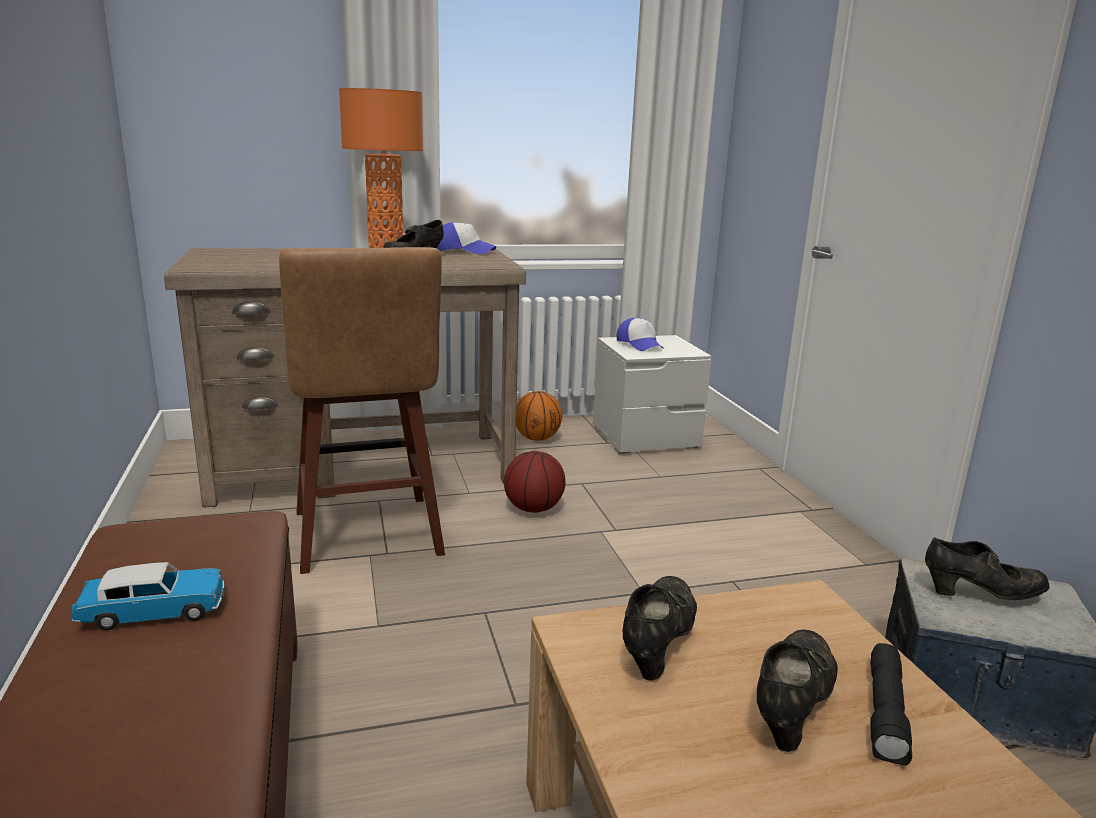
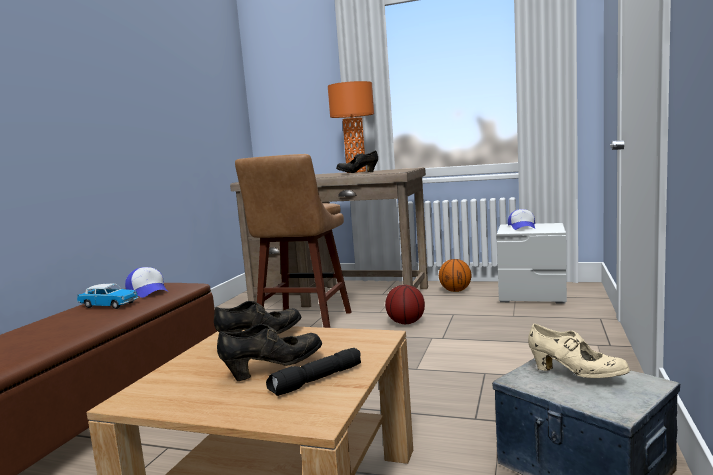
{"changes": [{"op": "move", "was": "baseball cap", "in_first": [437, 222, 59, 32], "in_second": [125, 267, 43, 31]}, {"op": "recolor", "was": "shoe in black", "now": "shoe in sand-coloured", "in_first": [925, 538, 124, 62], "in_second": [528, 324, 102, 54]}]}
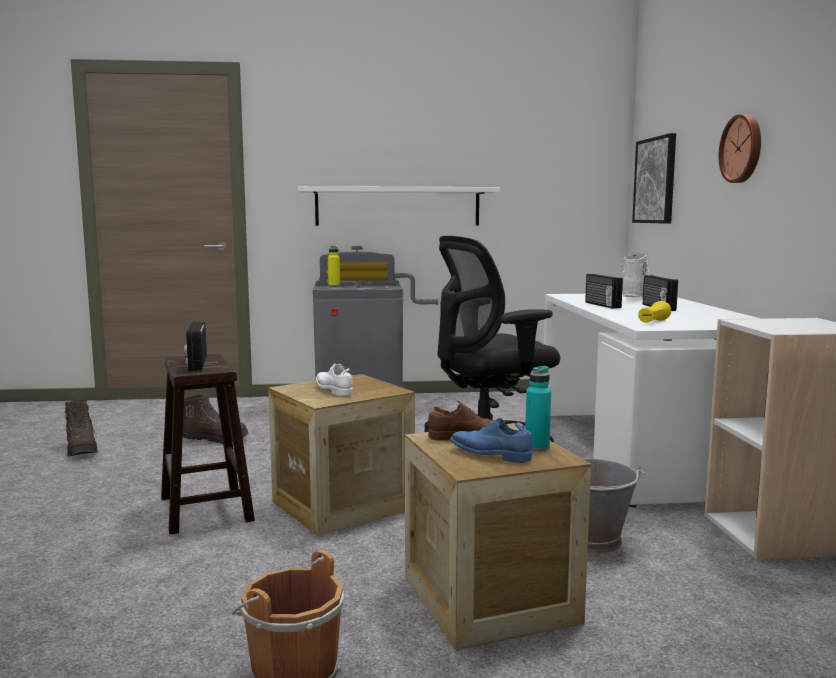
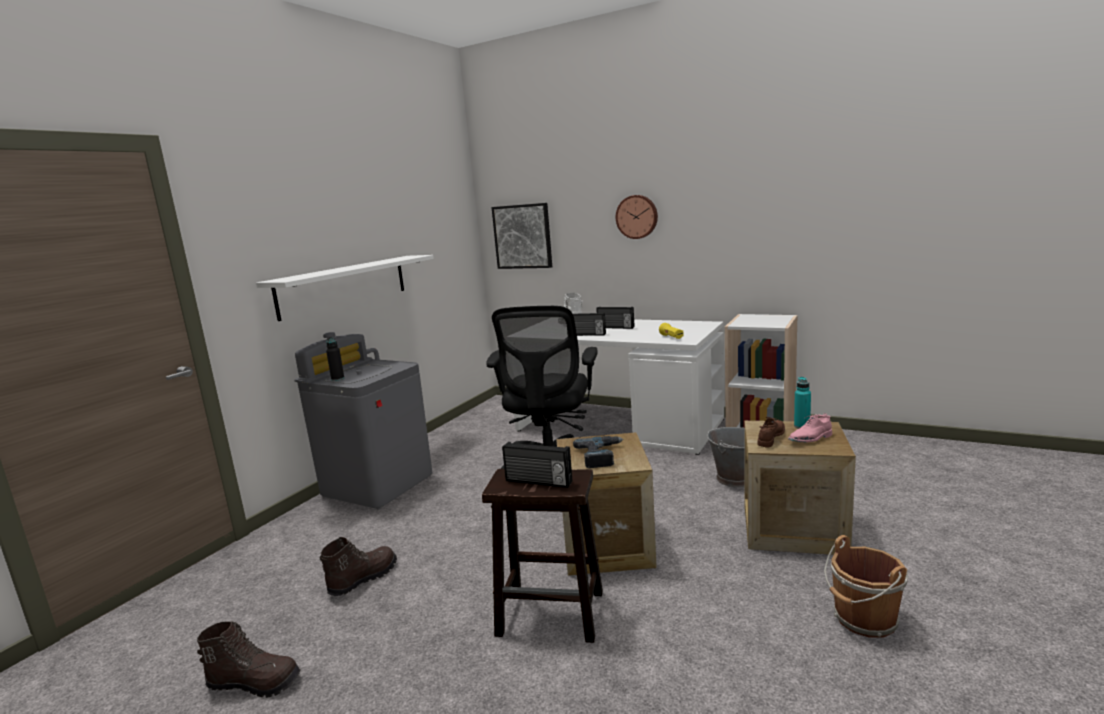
{"changes": [{"op": "replace", "was": "shoe in whitish", "now": "power drill", "in_first": [316, 363, 37, 33], "in_second": [573, 436, 51, 32]}, {"op": "recolor", "was": "drink bottle in yellow-coloured", "now": "drink bottle in black", "in_first": [328, 245, 12, 42], "in_second": [326, 337, 18, 44]}, {"op": "recolor", "was": "shoe in bluish", "now": "shoe in pink", "in_first": [450, 418, 83, 45], "in_second": [788, 413, 44, 30]}]}
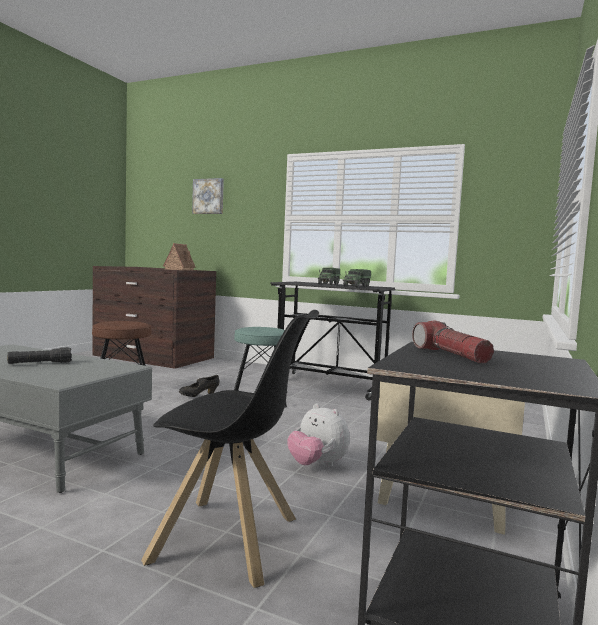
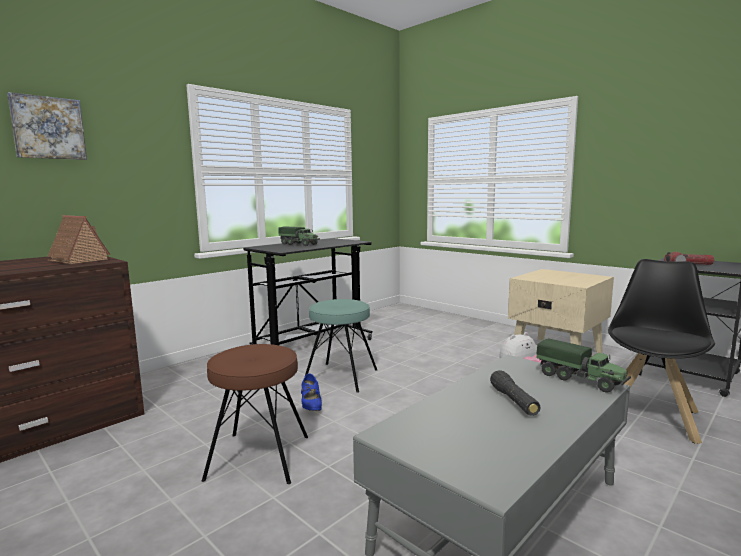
{"changes": [{"op": "recolor", "was": "shoe in black", "now": "shoe in bluish", "in_first": [179, 375, 40, 22], "in_second": [301, 374, 21, 37]}, {"op": "move", "was": "toy lorry", "in_first": [343, 269, 28, 18], "in_second": [536, 338, 95, 54]}]}
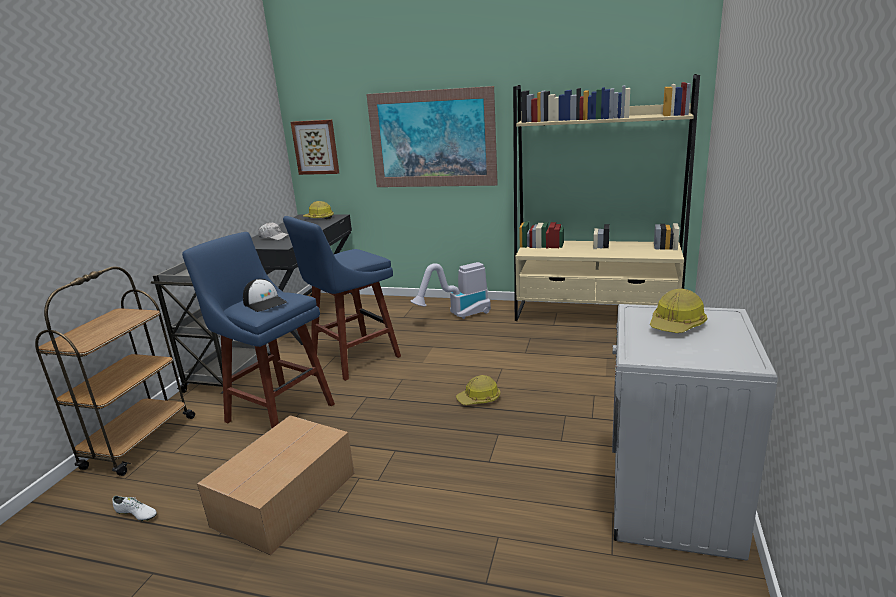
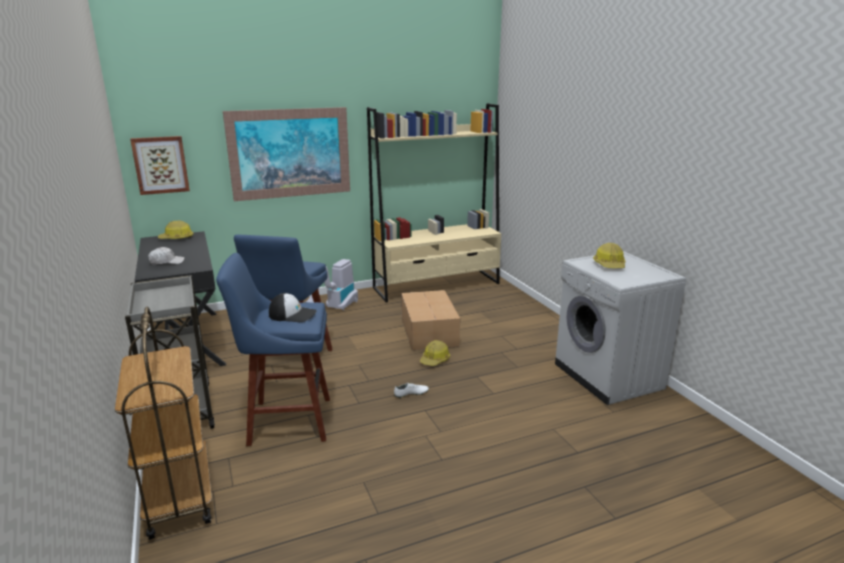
{"changes": [{"op": "move", "was": "shoe in whitish", "in_first": [112, 496, 45, 26], "in_second": [394, 383, 35, 15]}, {"op": "move", "was": "cardboard box", "in_first": [197, 415, 157, 140], "in_second": [401, 290, 59, 61]}]}
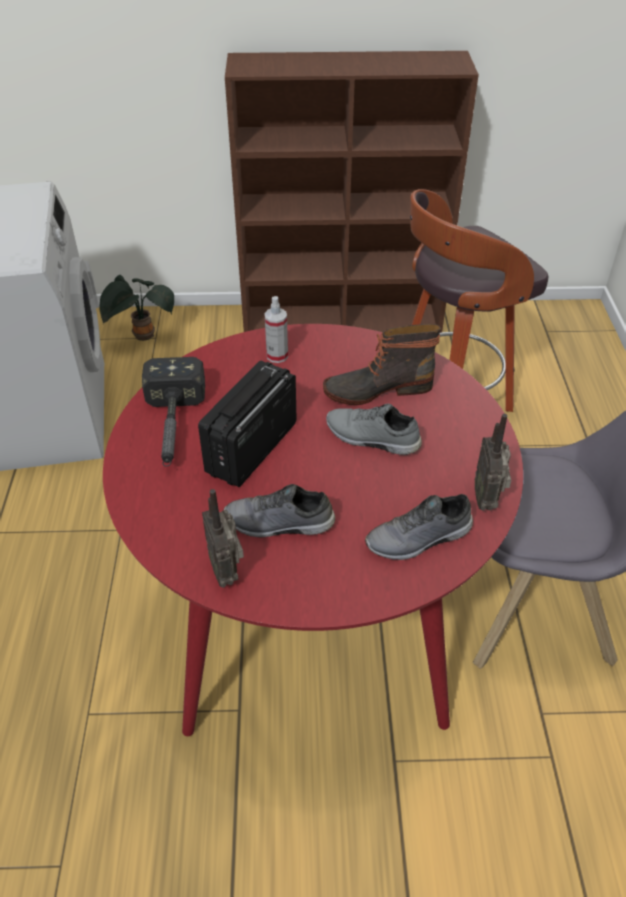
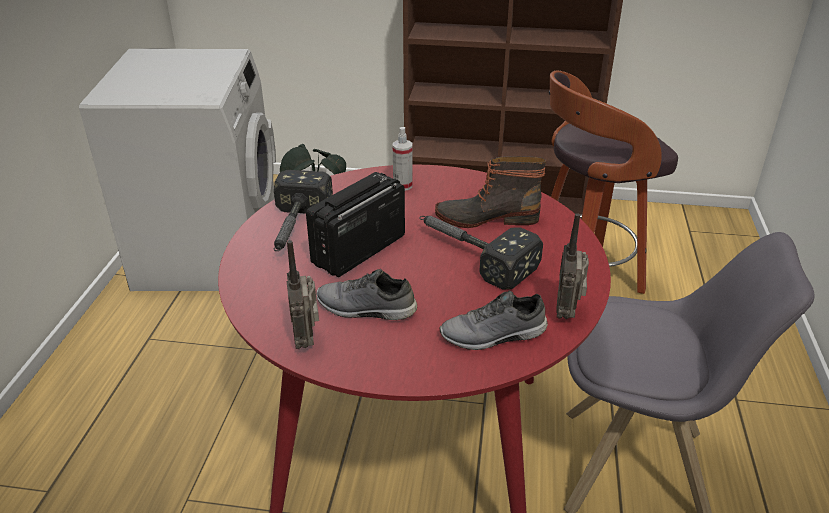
{"changes": [{"op": "replace", "was": "shoe in greyish", "now": "tool hammer", "in_first": [326, 404, 96, 51], "in_second": [419, 216, 124, 73]}]}
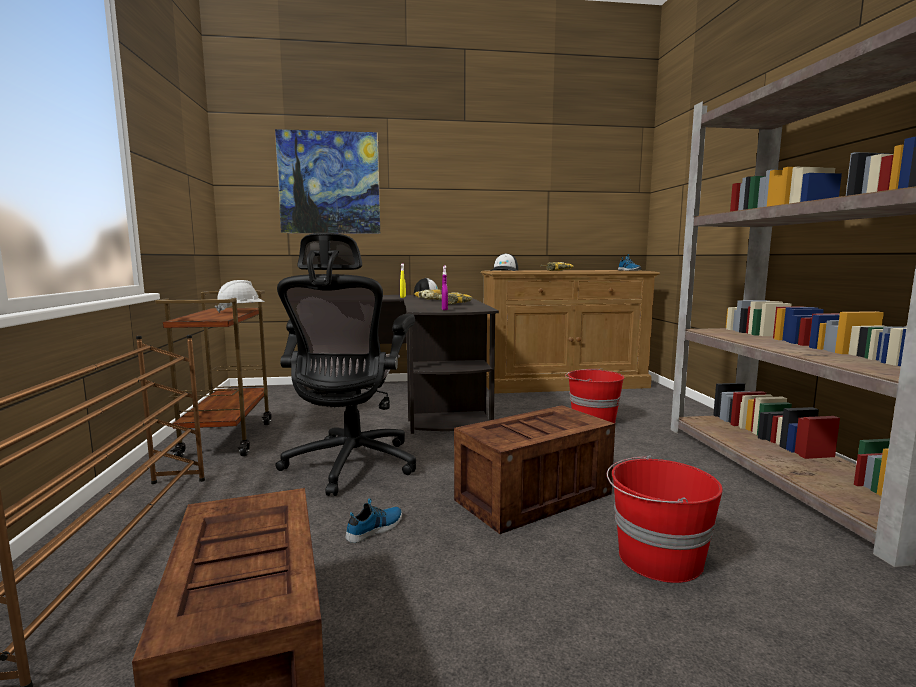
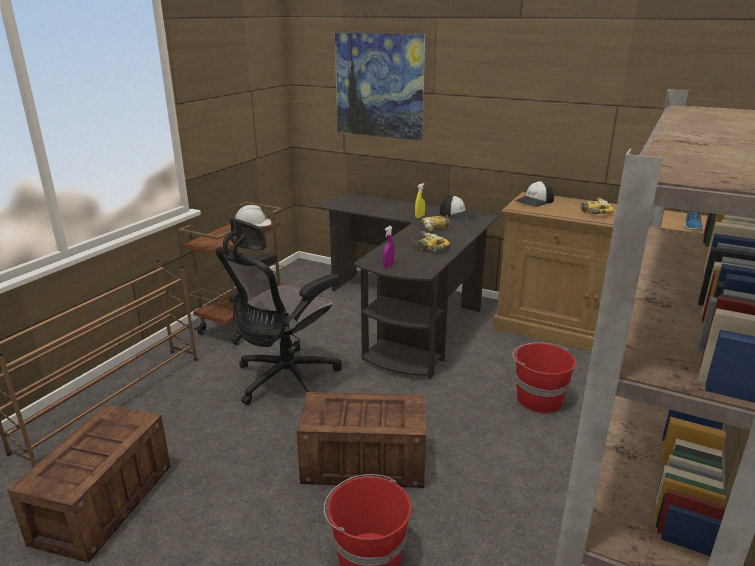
{"changes": [{"op": "delete", "was": "shoe", "in_first": [346, 498, 56, 45]}]}
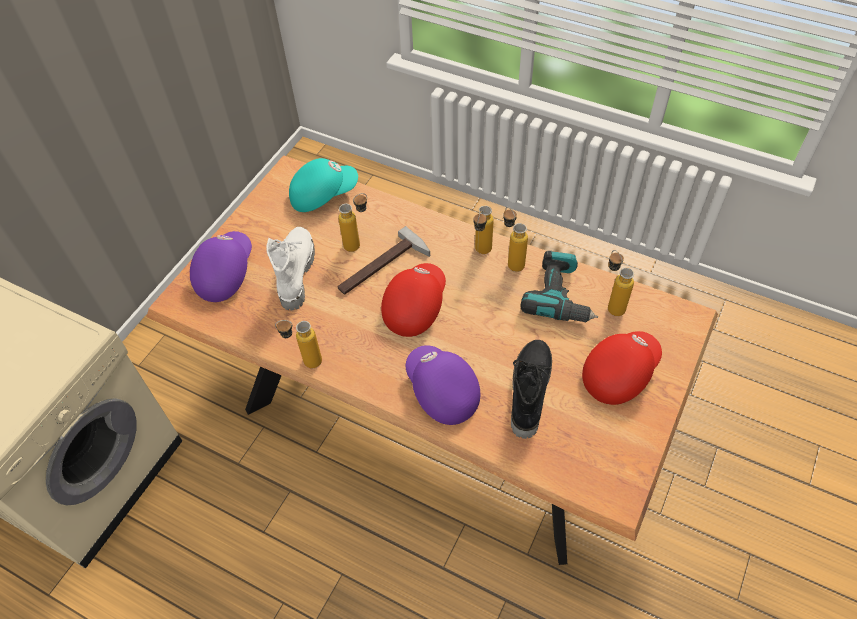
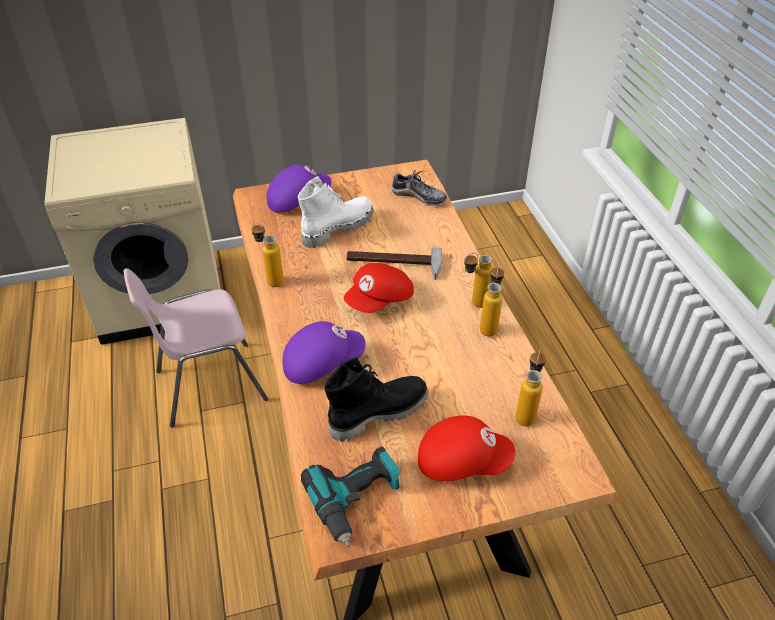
{"changes": [{"op": "replace", "was": "baseball cap in turquoise", "now": "shoe", "in_first": [289, 158, 69, 54], "in_second": [391, 170, 56, 35]}, {"op": "delete", "was": "drink bottle", "in_first": [338, 193, 29, 59]}, {"op": "rotate", "was": "baseball cap in red", "in_first": [381, 263, 65, 74], "in_second": [343, 263, 71, 50], "clockwise": 150}, {"op": "rotate", "was": "baseball cap in purplish", "in_first": [406, 345, 74, 80], "in_second": [282, 321, 84, 63], "clockwise": 60}, {"op": "move", "was": "power drill", "in_first": [520, 251, 78, 71], "in_second": [301, 446, 100, 101]}, {"op": "insert", "now": "chair in pink", "in_second": [123, 268, 145, 160]}]}
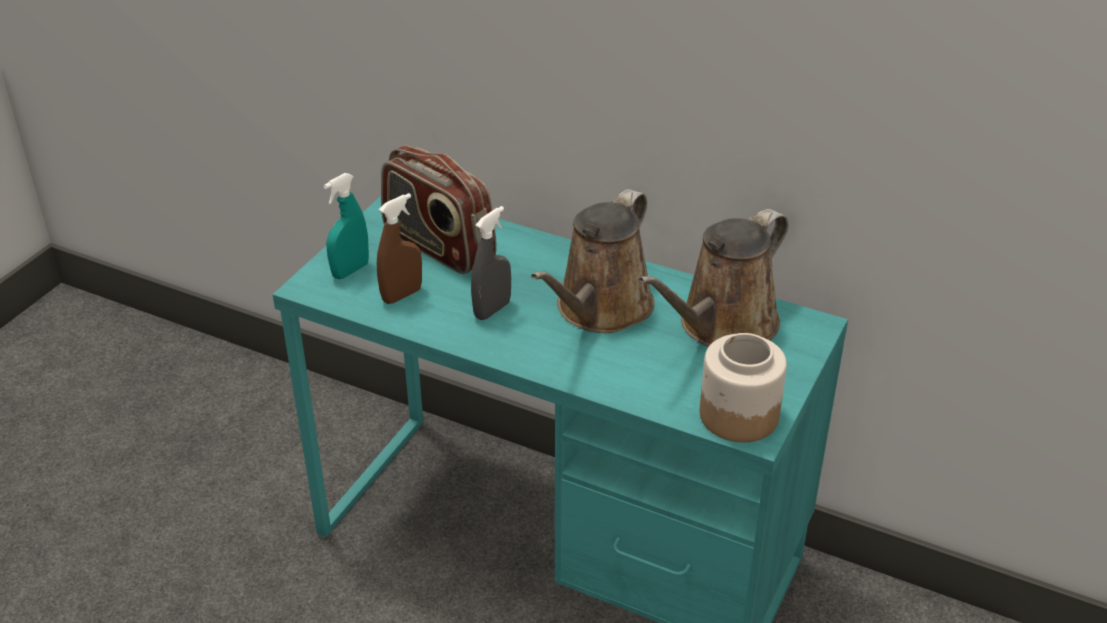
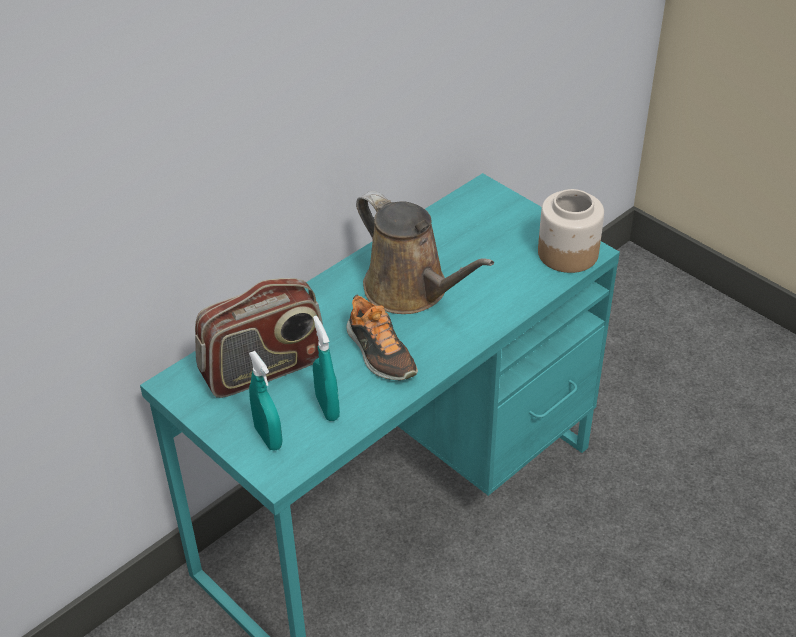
{"changes": [{"op": "recolor", "was": "sprayer in brownish", "now": "sprayer in turquoise", "in_first": [377, 193, 45, 111], "in_second": [313, 316, 27, 105]}, {"op": "replace", "was": "sprayer in greyish", "now": "shoe", "in_first": [471, 206, 40, 114], "in_second": [346, 294, 72, 86]}, {"op": "delete", "was": "sprinkling can in brownish", "in_first": [638, 209, 150, 138]}]}
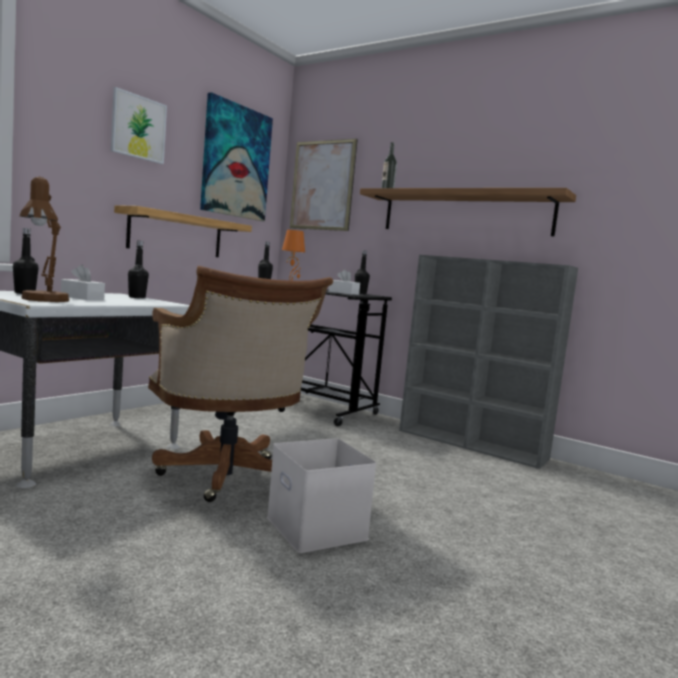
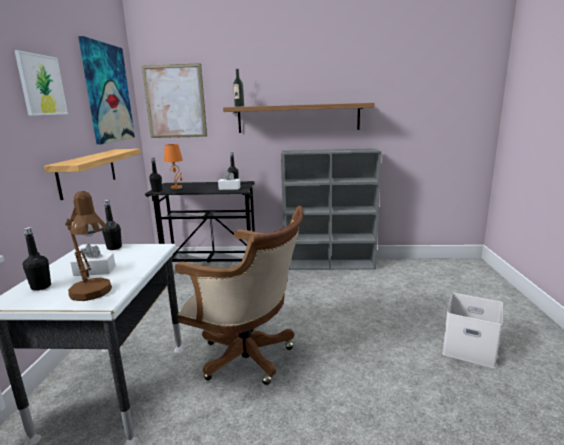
{"changes": [{"op": "move", "was": "storage bin in whitish", "in_first": [267, 438, 110, 115], "in_second": [442, 293, 61, 75]}]}
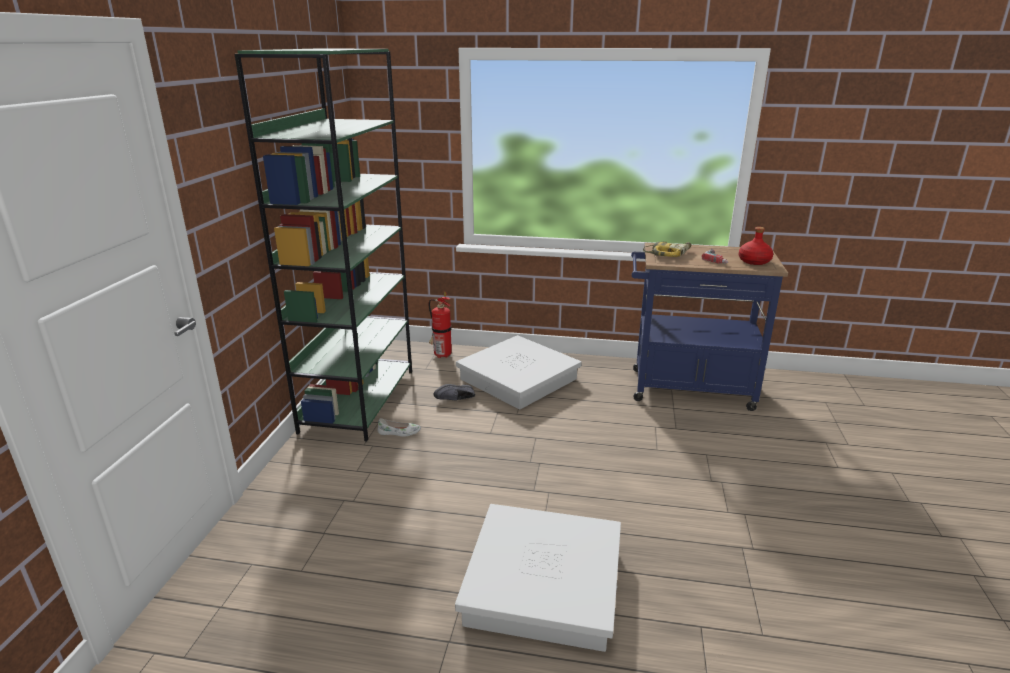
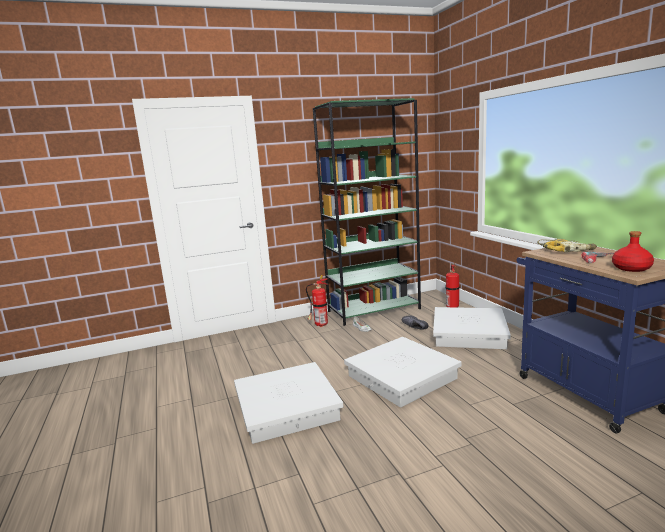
{"changes": [{"op": "insert", "now": "extinguisher", "in_second": [306, 275, 22, 52]}, {"op": "insert", "now": "storage bin in whitish", "in_second": [344, 337, 118, 71]}]}
